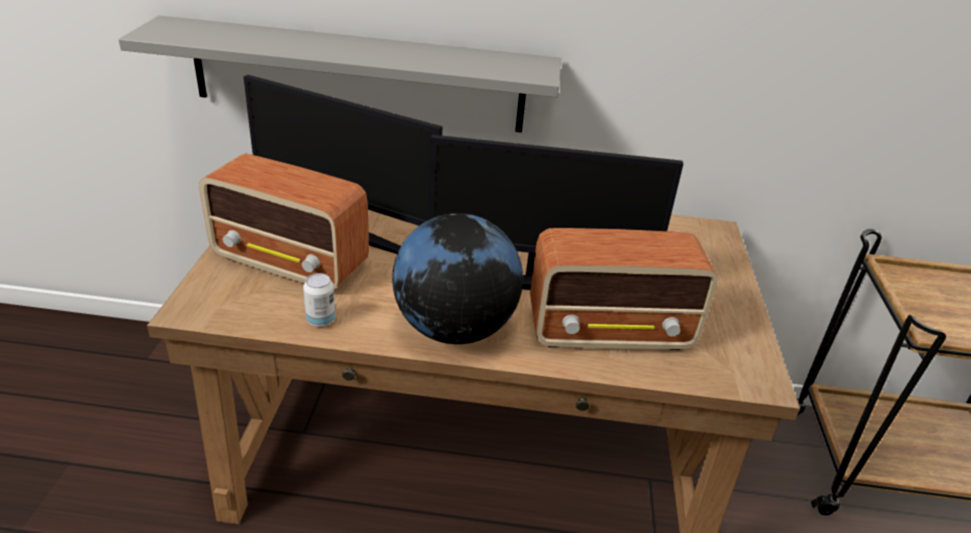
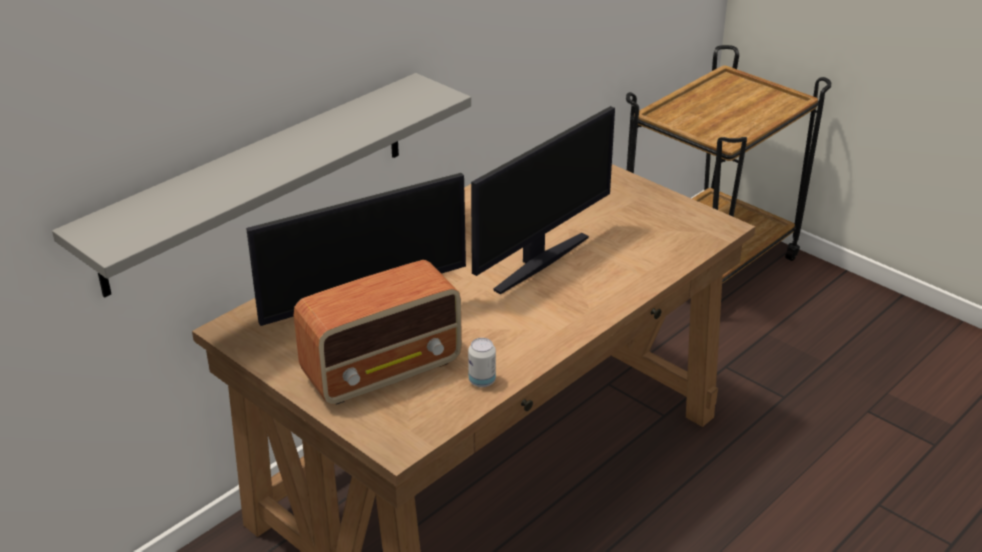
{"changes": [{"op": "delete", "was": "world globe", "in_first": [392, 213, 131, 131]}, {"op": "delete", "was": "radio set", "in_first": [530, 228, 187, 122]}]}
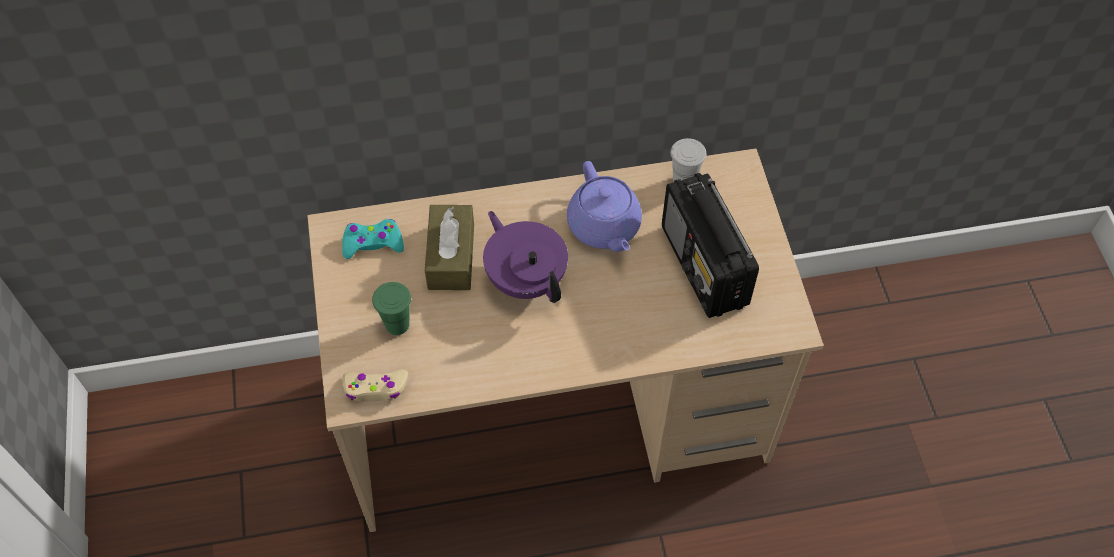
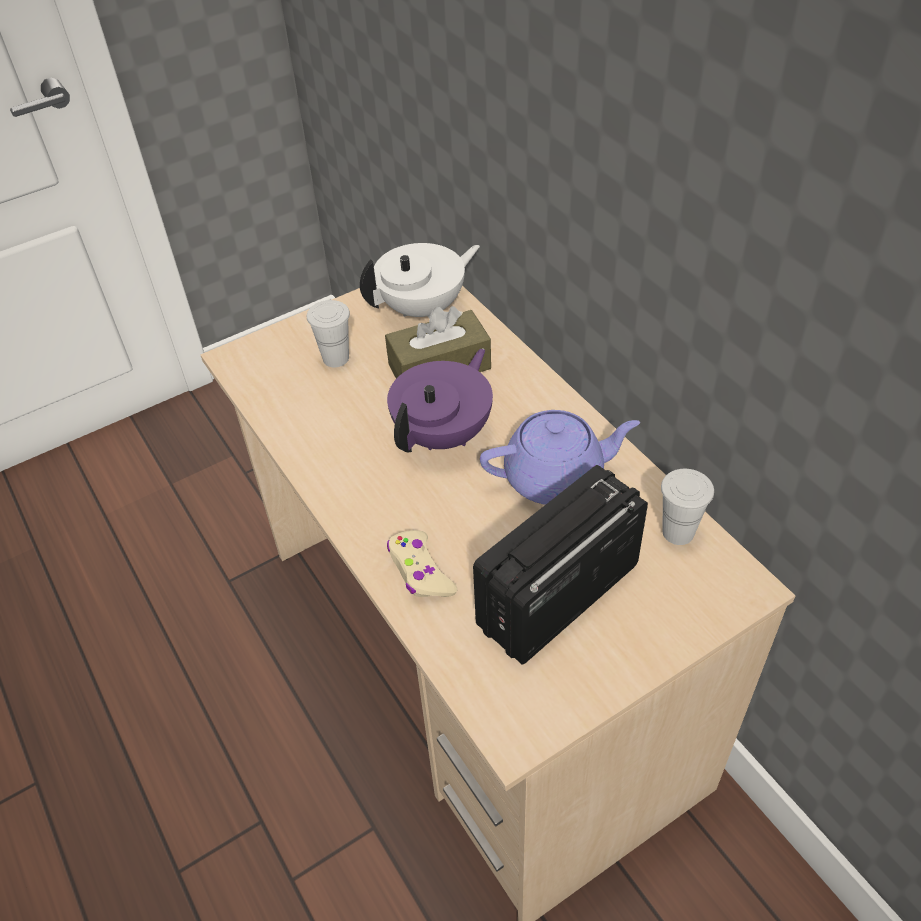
{"changes": [{"op": "replace", "was": "game controller in turquoise", "now": "tea pot in whitish", "in_first": [342, 219, 62, 40], "in_second": [360, 243, 120, 76]}, {"op": "move", "was": "game controller in sand-coloured", "in_first": [342, 370, 66, 31], "in_second": [387, 530, 70, 67]}, {"op": "recolor", "was": "cup in greenish", "now": "cup in whitish", "in_first": [372, 282, 39, 53], "in_second": [307, 300, 43, 67]}, {"op": "rotate", "was": "tea pot in purplish", "in_first": [567, 161, 75, 91], "in_second": [480, 410, 160, 95], "clockwise": -150}]}
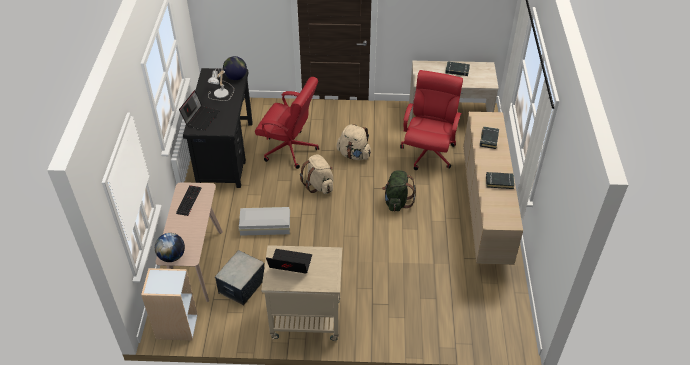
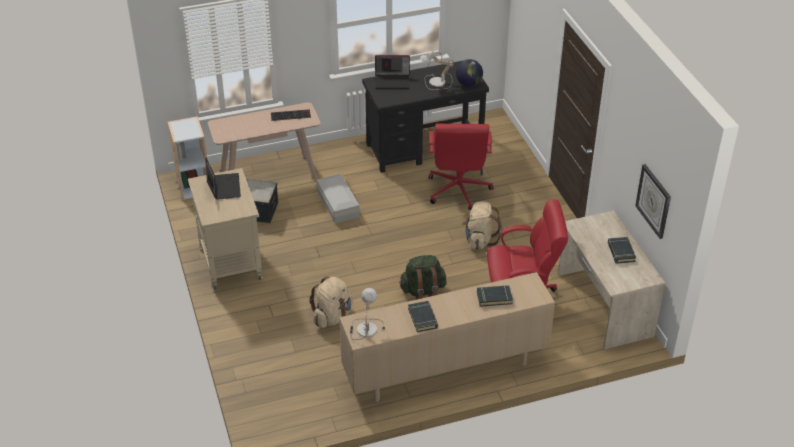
{"changes": [{"op": "delete", "was": "world globe", "in_first": [155, 233, 30, 29]}, {"op": "move", "was": "backpack in sand-coloured", "in_first": [300, 154, 33, 40], "in_second": [309, 277, 44, 51]}, {"op": "insert", "now": "lamp for a table", "in_second": [350, 288, 35, 52]}, {"op": "insert", "now": "wall clock", "in_second": [635, 164, 36, 75]}]}
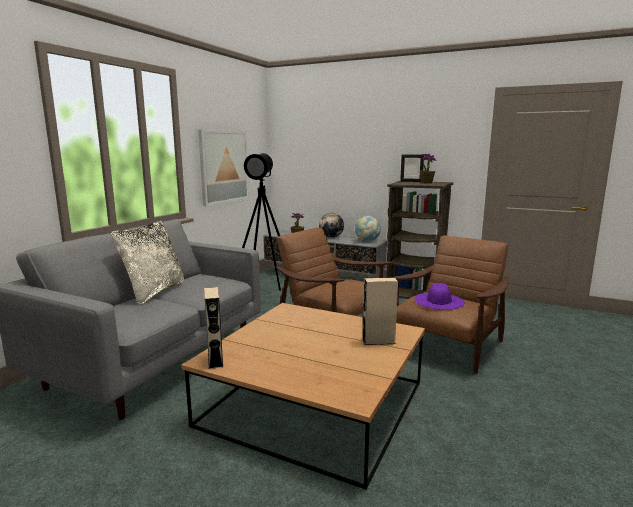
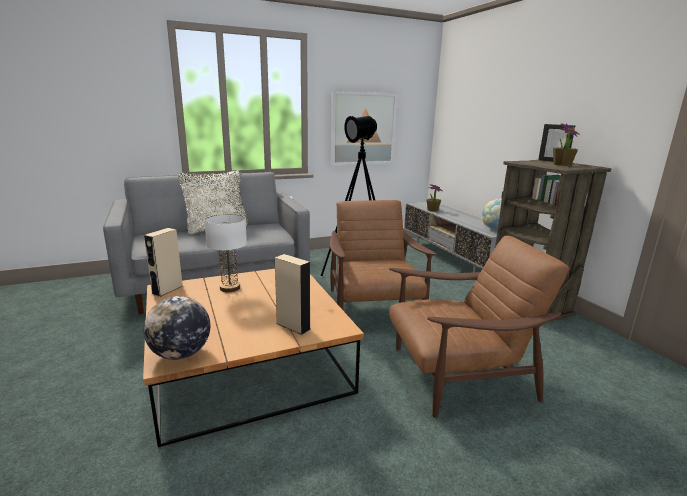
{"changes": [{"op": "move", "was": "world globe", "in_first": [319, 213, 25, 25], "in_second": [143, 296, 67, 64]}, {"op": "delete", "was": "clothing hat in purplish", "in_first": [414, 283, 51, 27]}, {"op": "insert", "now": "lamp for a table", "in_second": [204, 214, 43, 78]}]}
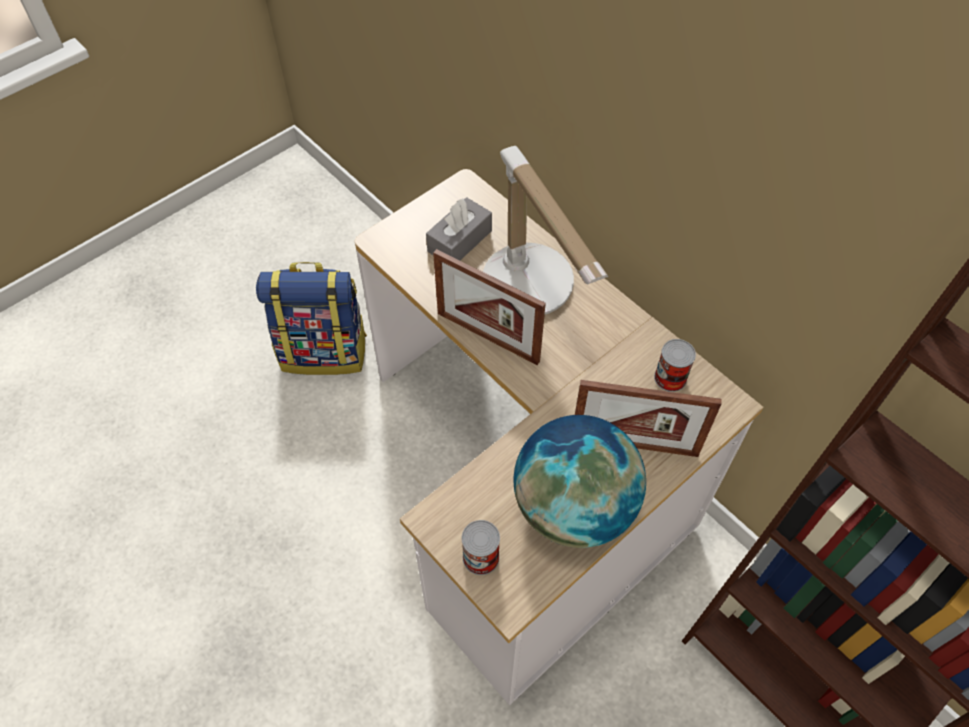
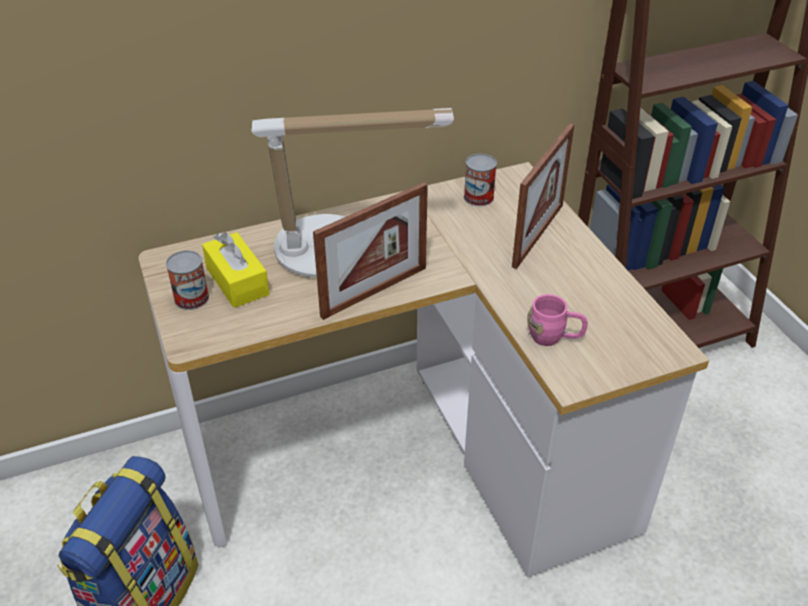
{"changes": [{"op": "recolor", "was": "tissue holder in greyish", "now": "tissue holder in yellow-coloured", "in_first": [426, 197, 66, 63], "in_second": [202, 232, 67, 76]}, {"op": "move", "was": "can", "in_first": [462, 520, 38, 55], "in_second": [166, 250, 43, 60]}, {"op": "delete", "was": "world globe", "in_first": [514, 415, 132, 133]}, {"op": "insert", "now": "tea mug in pink", "in_second": [527, 294, 61, 52]}]}
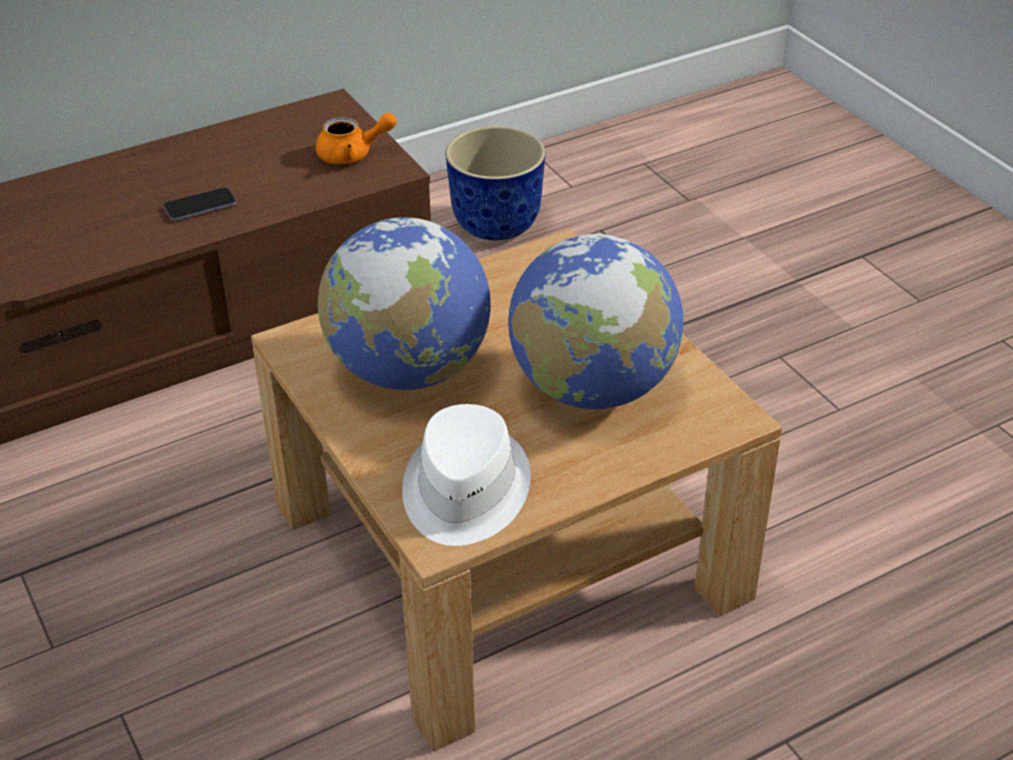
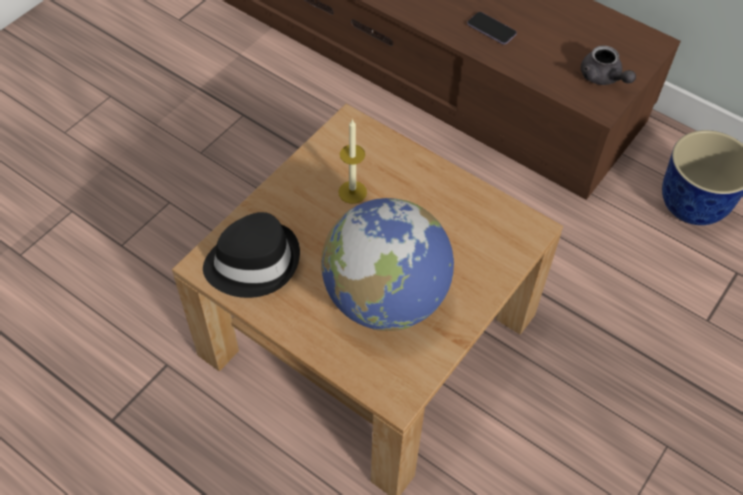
{"changes": [{"op": "recolor", "was": "tea pot in orange", "now": "tea pot in greyish", "in_first": [316, 113, 81, 51], "in_second": [581, 45, 55, 40]}, {"op": "replace", "was": "world globe", "now": "wax light", "in_first": [318, 217, 173, 173], "in_second": [338, 119, 29, 85]}, {"op": "recolor", "was": "clothing hat in whitish", "now": "clothing hat in black", "in_first": [402, 404, 129, 142], "in_second": [203, 212, 97, 86]}]}
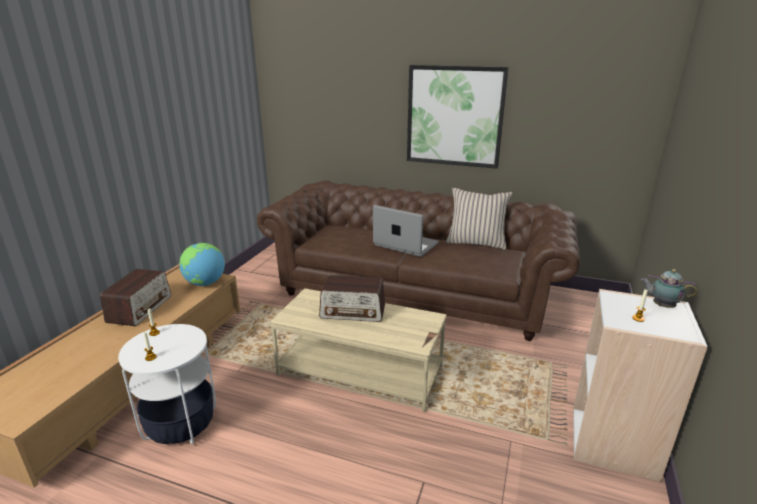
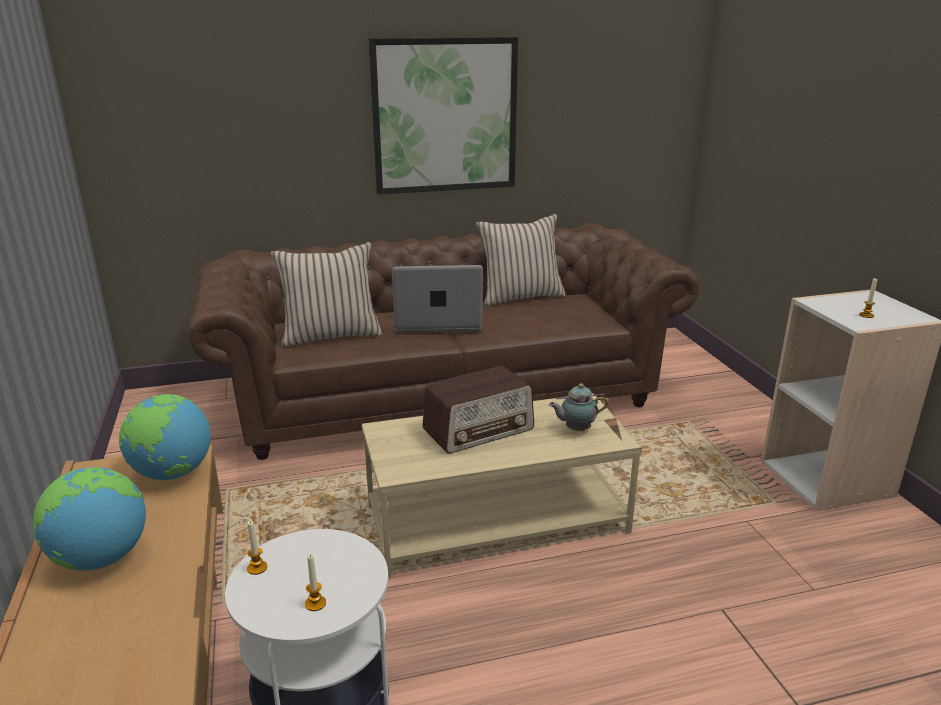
{"changes": [{"op": "replace", "was": "radio set", "now": "world globe", "in_first": [100, 269, 71, 57], "in_second": [33, 467, 113, 104]}, {"op": "move", "was": "tea pot", "in_first": [641, 269, 56, 39], "in_second": [549, 383, 59, 48]}, {"op": "insert", "now": "cushion in sand-coloured", "in_second": [271, 242, 111, 105]}]}
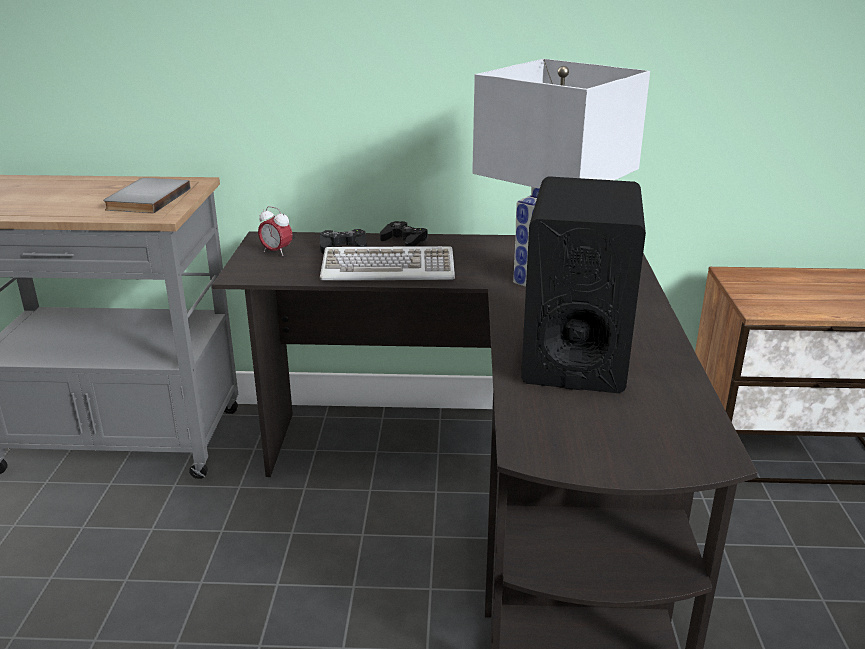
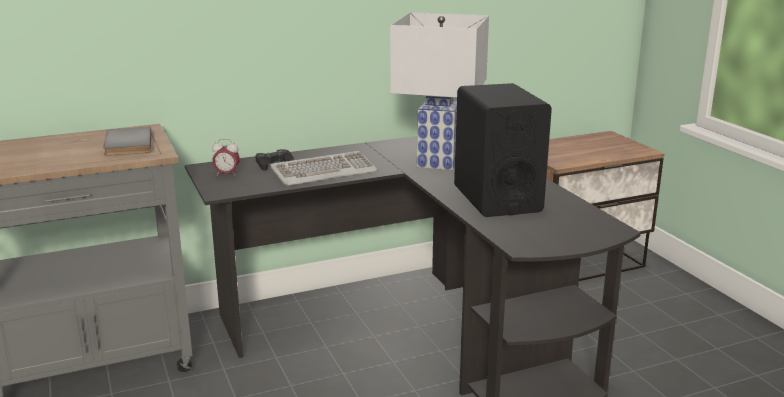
{"changes": [{"op": "delete", "was": "game controller in black", "in_first": [380, 221, 48, 26]}]}
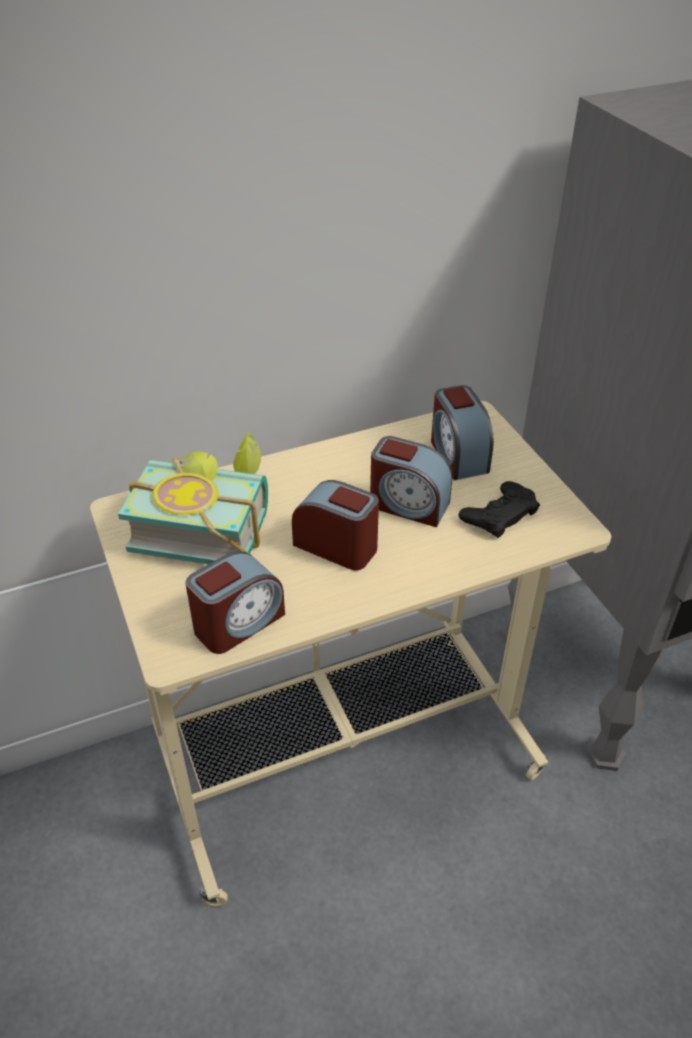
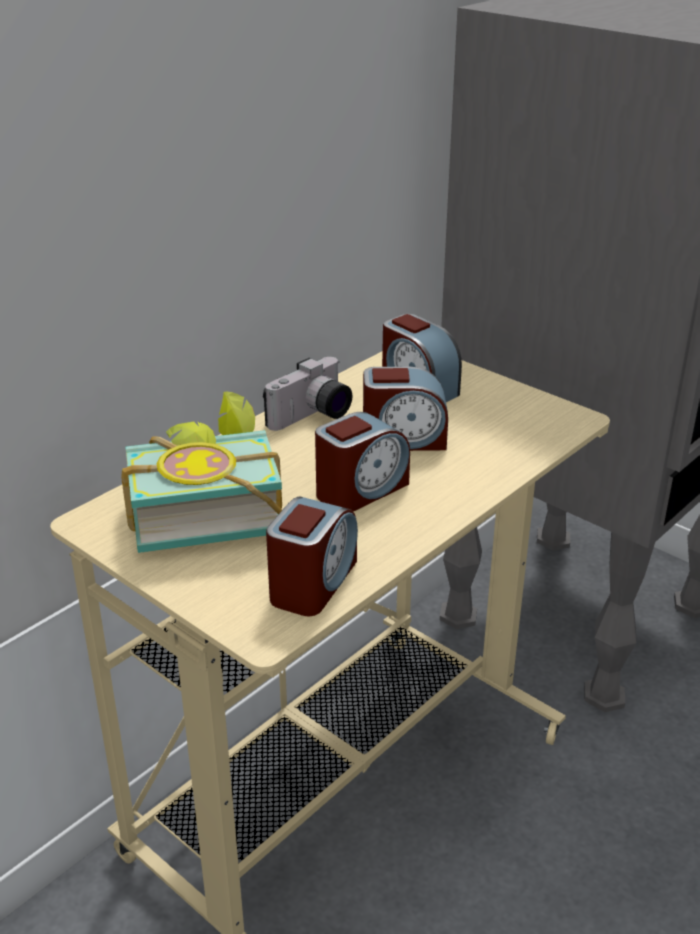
{"changes": [{"op": "rotate", "was": "alarm clock", "in_first": [292, 480, 87, 91], "in_second": [315, 412, 95, 100], "clockwise": 135}, {"op": "delete", "was": "game controller in black", "in_first": [459, 481, 81, 57]}, {"op": "insert", "now": "still camera", "in_second": [263, 357, 89, 74]}]}
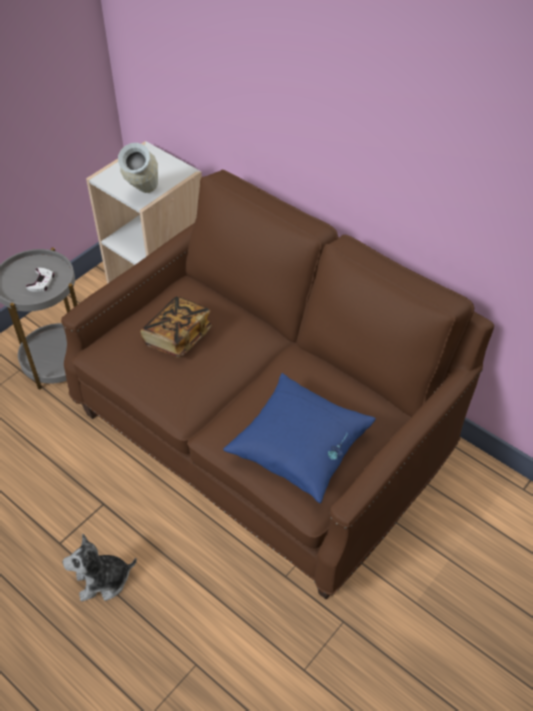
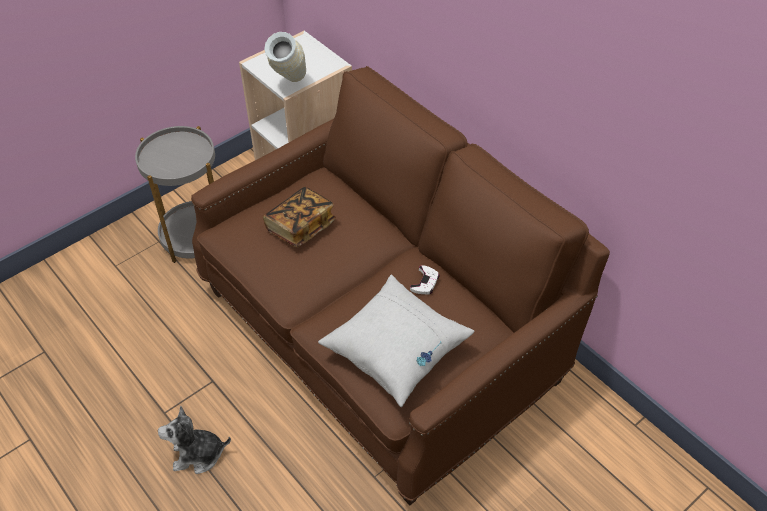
{"changes": [{"op": "move", "was": "game controller in whitish", "in_first": [26, 268, 28, 24], "in_second": [410, 265, 30, 29]}, {"op": "recolor", "was": "cushion in bluish", "now": "cushion in greyish", "in_first": [223, 373, 153, 130], "in_second": [318, 275, 157, 132]}]}
